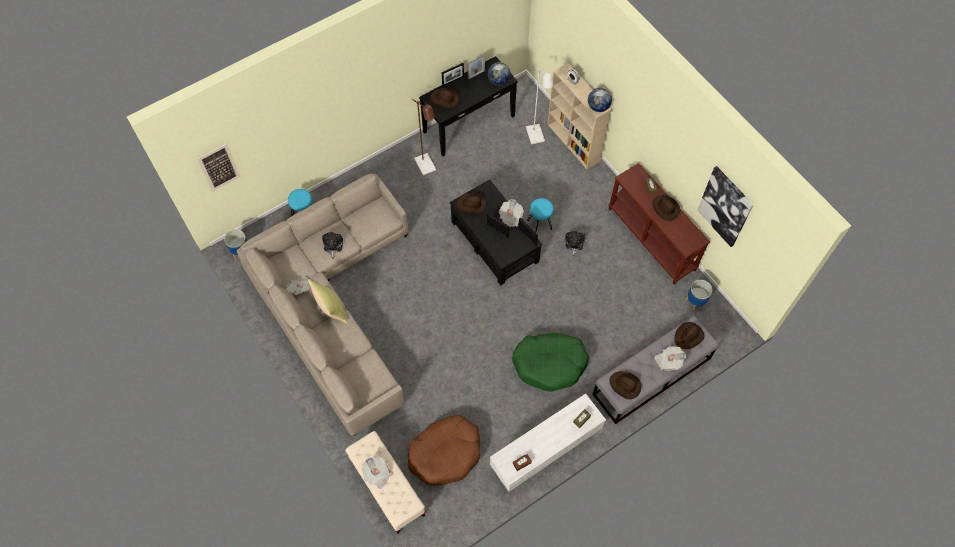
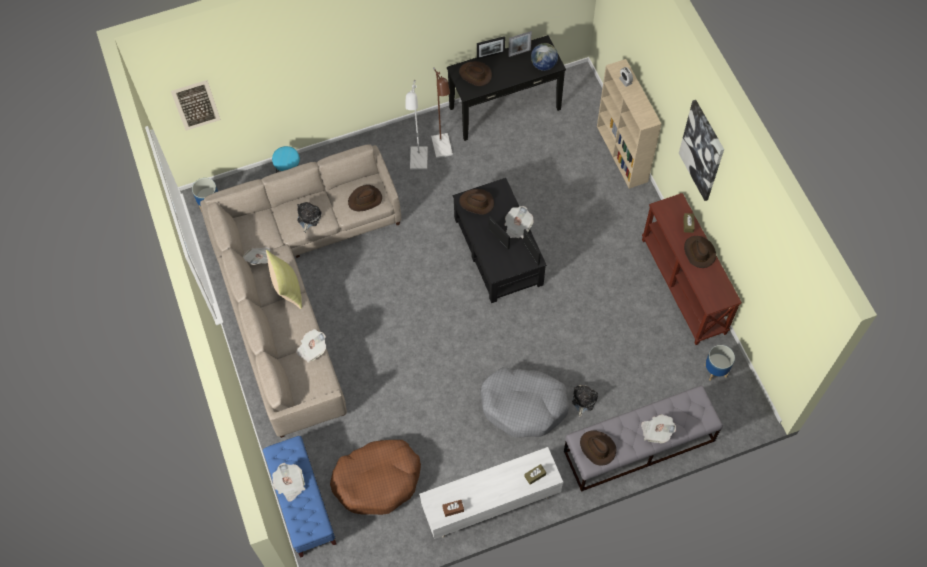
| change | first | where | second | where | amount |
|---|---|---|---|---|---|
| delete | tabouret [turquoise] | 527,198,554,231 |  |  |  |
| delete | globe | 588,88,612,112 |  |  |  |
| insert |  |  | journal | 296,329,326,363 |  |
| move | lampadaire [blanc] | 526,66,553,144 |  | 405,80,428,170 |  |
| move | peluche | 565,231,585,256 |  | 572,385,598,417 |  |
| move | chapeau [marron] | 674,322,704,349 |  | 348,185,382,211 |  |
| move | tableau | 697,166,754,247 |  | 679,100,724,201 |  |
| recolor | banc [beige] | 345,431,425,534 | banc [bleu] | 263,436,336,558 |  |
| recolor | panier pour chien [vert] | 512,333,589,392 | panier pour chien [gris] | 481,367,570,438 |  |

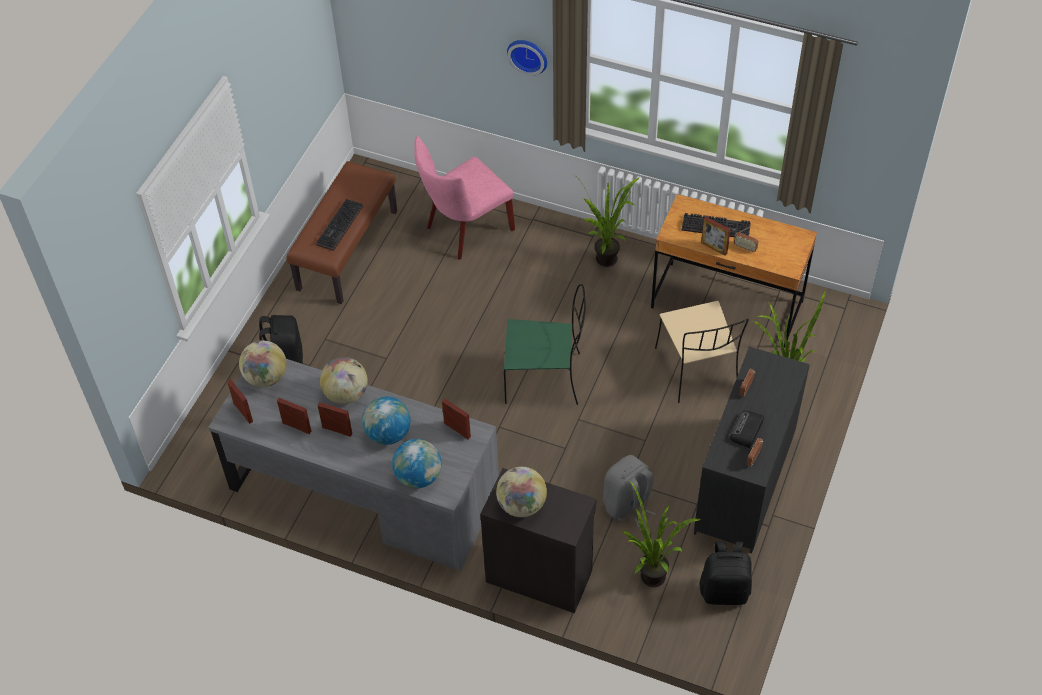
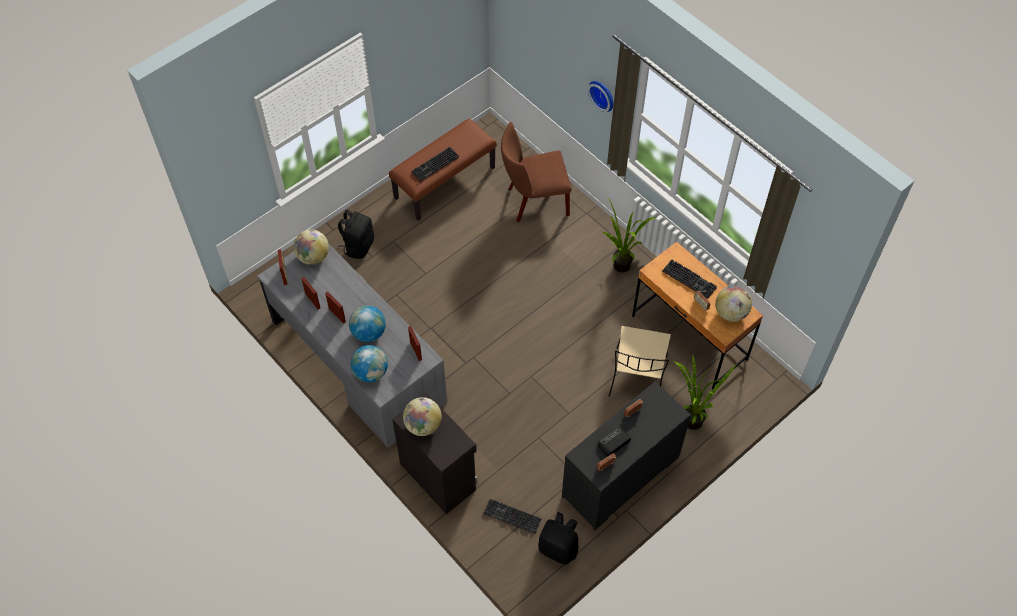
| change | first | where | second | where | amount |
|---|---|---|---|---|---|
| delete | chaise [vert] | 504,284,586,405 |  |  |  |
| delete | sac à dos [gris] | 603,455,656,528 |  |  |  |
| delete | cadre photo | 701,217,731,256 |  |  |  |
| move | globe | 320,357,368,404 |  | 715,286,752,322 |  |
| replace | plante en pot | 622,481,701,587 | clavier | 483,499,541,534 |  |
| recolor | chaise [rose] | 414,136,515,260 | chaise [marron] | 501,122,572,222 |  |

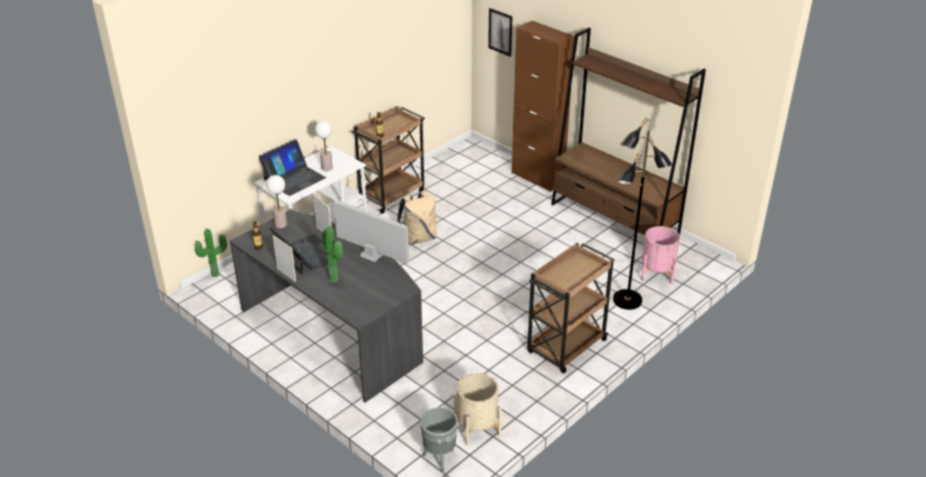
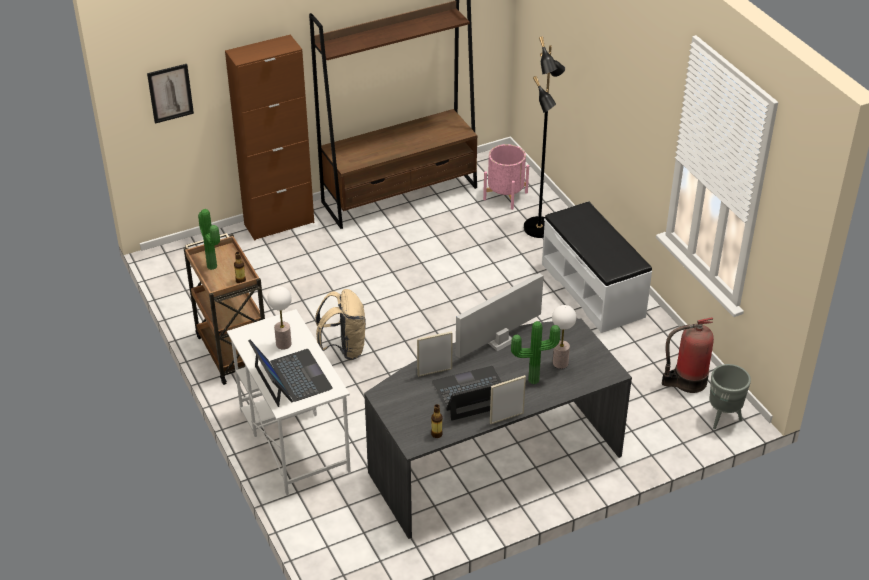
| change | first | where | second | where | amount |
|---|---|---|---|---|---|
| move | plante en pot | 195,229,227,277 |  | 198,209,220,270 |  |
| move | lampe de table | 266,175,287,228 |  | 552,305,576,369 |  |
| replace | cache-pot [beige] | 454,373,502,445 | extincteur | 662,317,714,393 |  |
| replace | chariot [marron] | 527,243,615,374 | banc [blanc] | 542,201,652,333 |  |

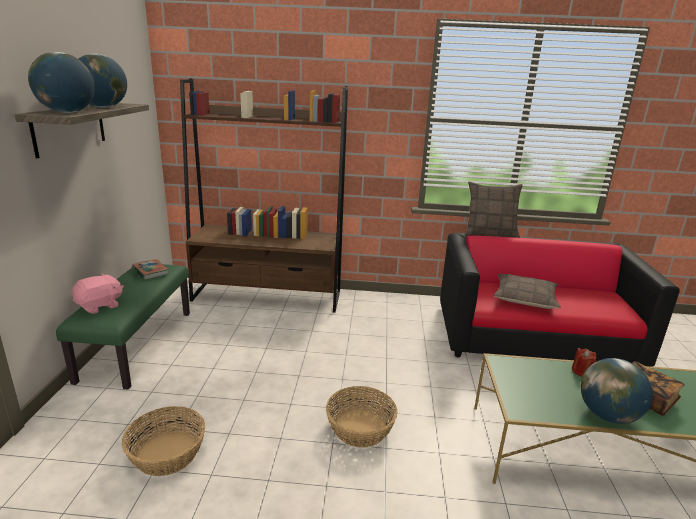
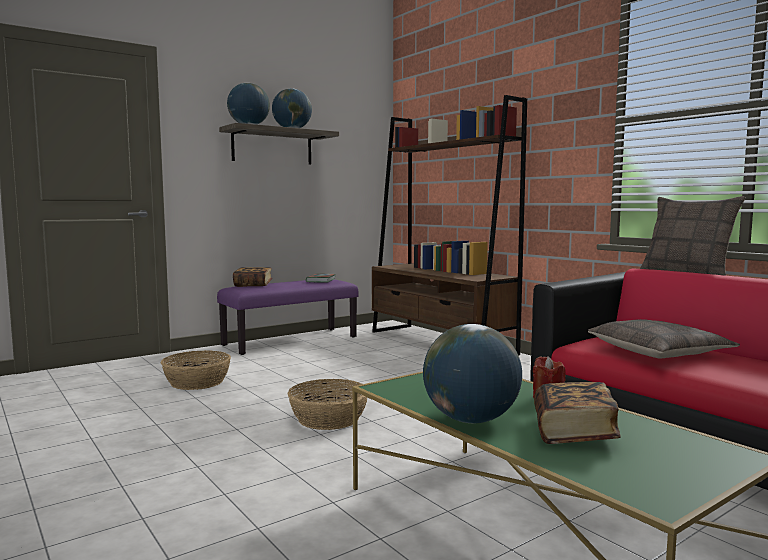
| change | first | where | second | where | amount |
|---|---|---|---|---|---|
| replace | peluche [rose] | 72,273,124,314 | livre | 233,267,273,287 |  |
| recolor | banc [vert] | 56,264,190,390 | banc [violet] | 217,279,359,355 |  |

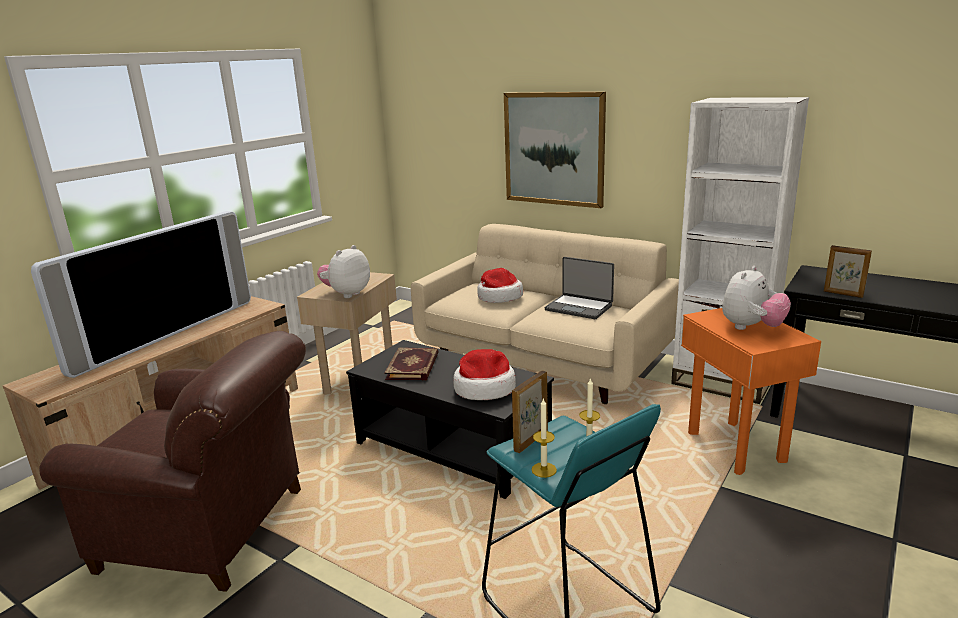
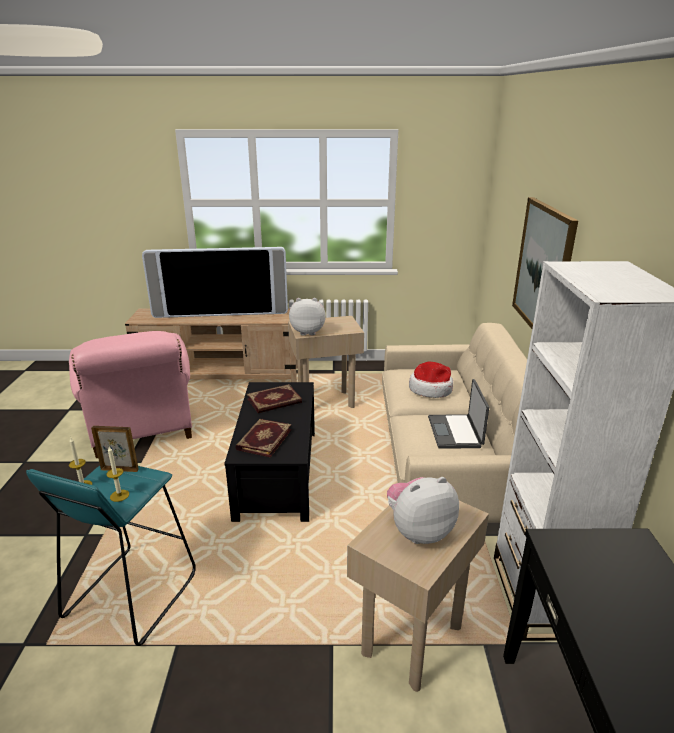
| change | first | where | second | where | amount |
|---|---|---|---|---|---|
| delete | cadre photo | 824,245,872,298 |  |  |  |
| replace | chapeau | 453,349,516,400 | livre | 235,419,292,457 |  |
| recolor | fauteuil [marron] | 39,331,306,592 | fauteuil [rose] | 69,331,192,458 |  |
| recolor | table d'appoint [orange] | 681,308,821,475 | table d'appoint [beige] | 347,501,489,692 |  |
| rotate | peluche | 722,266,791,330 |  | 387,477,459,544 | 150 degrees clockwise |

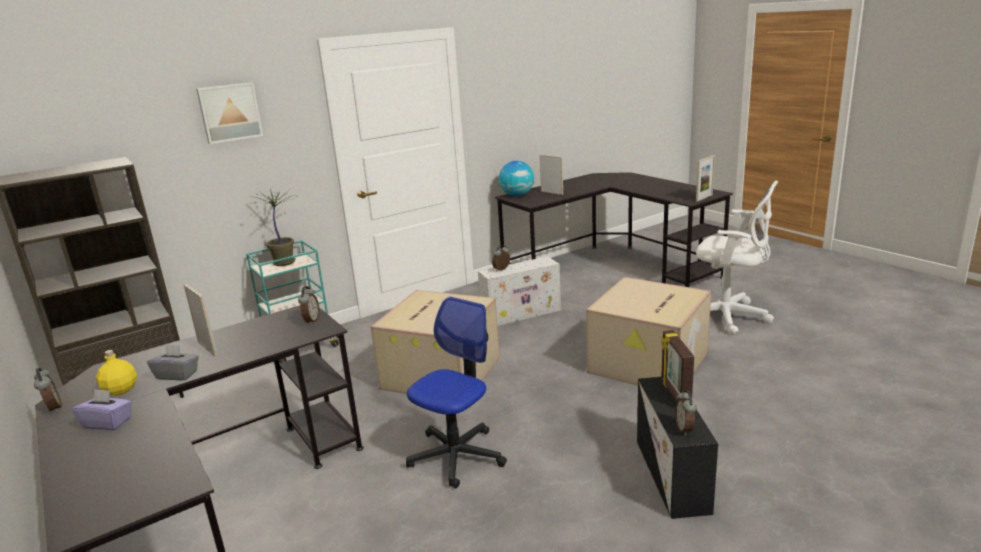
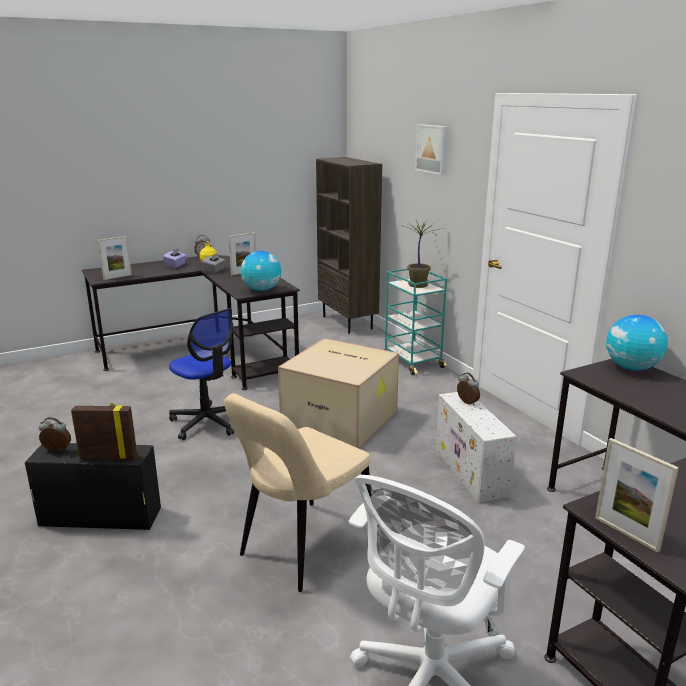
| change | first | where | second | where | amount |
|---|---|---|---|---|---|
| move | cadre photo | 540,155,563,195 |  | 98,236,132,280 |  |
| replace | réveil | 298,286,320,325 | globe | 241,251,281,291 |  |
| replace | carton | 586,277,711,386 | chaise [beige] | 224,393,371,592 |  |

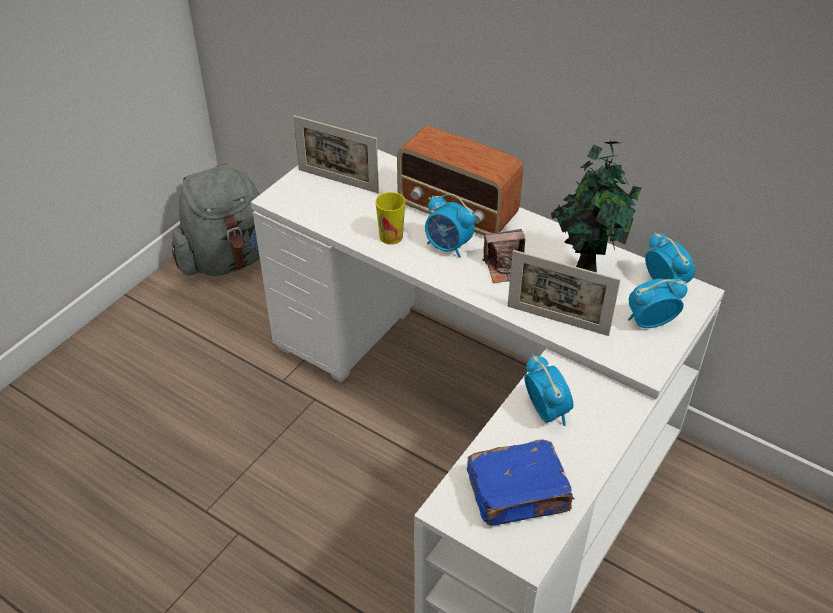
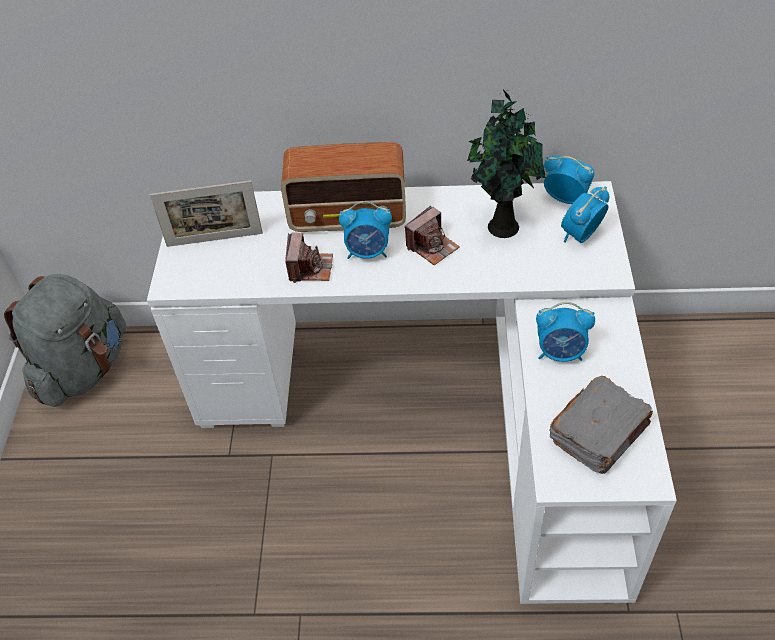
| change | first | where | second | where | amount |
|---|---|---|---|---|---|
| delete | cadre photo | 508,250,621,336 |  |  |  |
| replace | tasse | 375,192,405,245 | appareil photo | 285,232,333,283 |  |
| recolor | livre [bleu] | 467,439,575,526 | livre [gris] | 549,376,653,474 |  |
| rotate | réveil | 524,355,573,426 |  | 536,302,595,362 | 150 degrees clockwise |

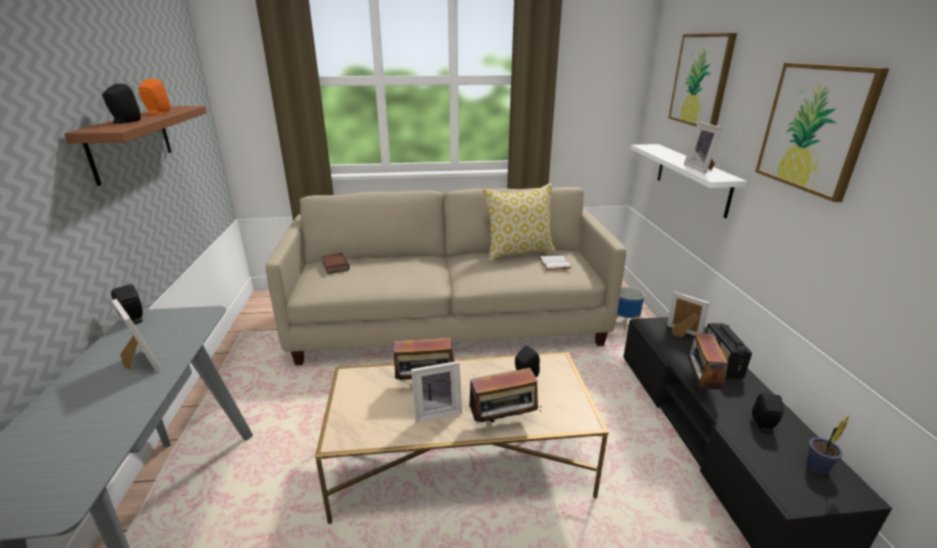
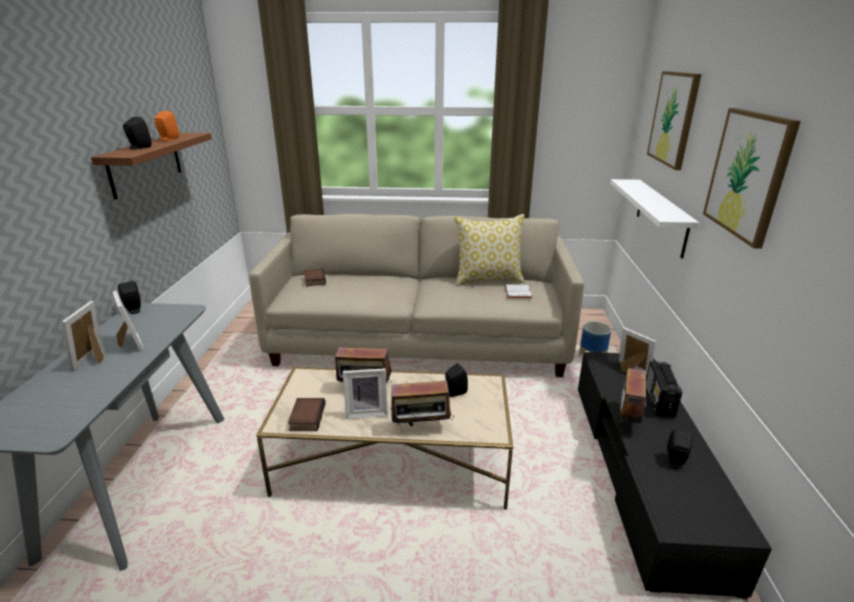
| change | first | where | second | where | amount |
|---|---|---|---|---|---|
| delete | plante en pot | 806,414,850,475 |  |  |  |
| insert |  |  | livre | 288,398,326,431 |  |
| move | cadre photo | 684,122,723,173 |  | 61,301,104,371 |  |

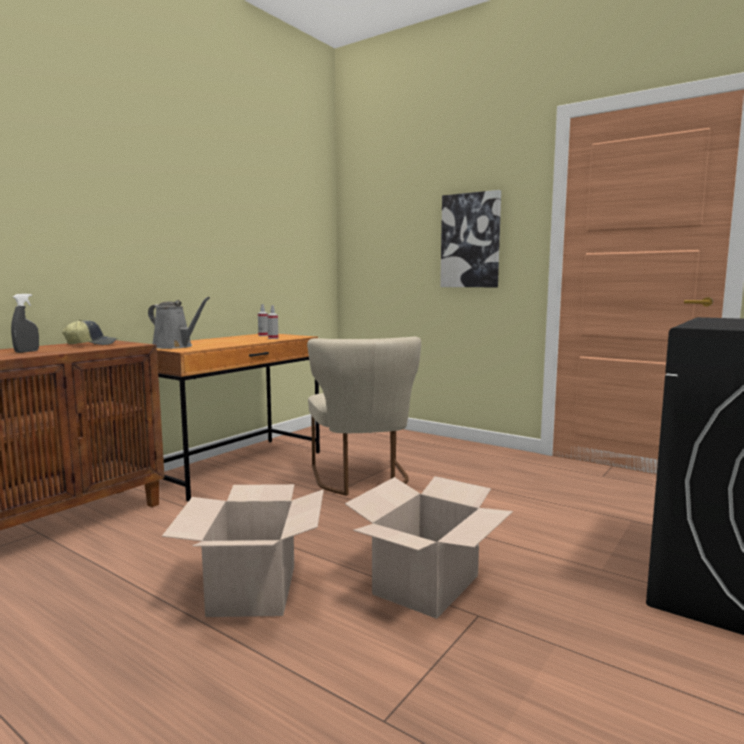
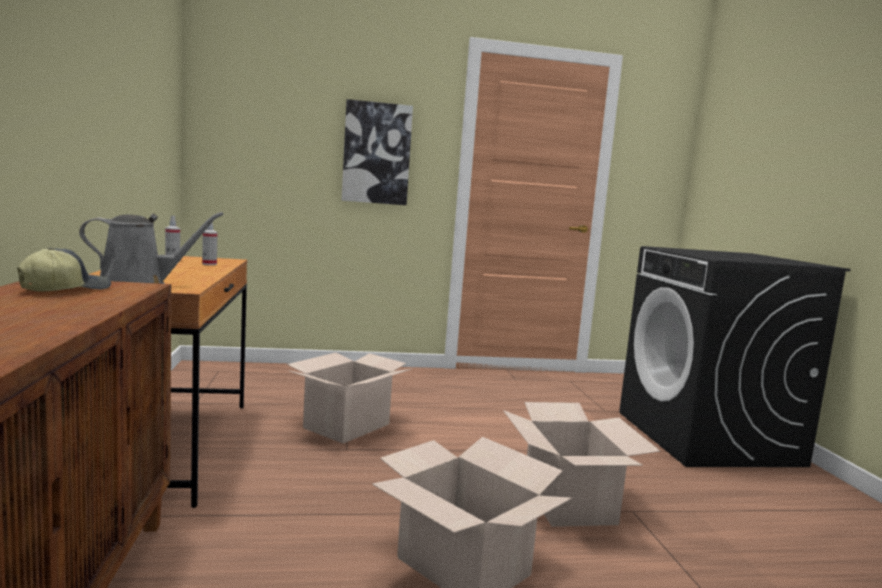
| change | first | where | second | where | amount |
|---|---|---|---|---|---|
| delete | vaporisateur [gris] | 11,294,39,353 |  |  |  |
| replace | chaise [beige] | 307,337,421,496 | carton | 287,353,411,444 |  |

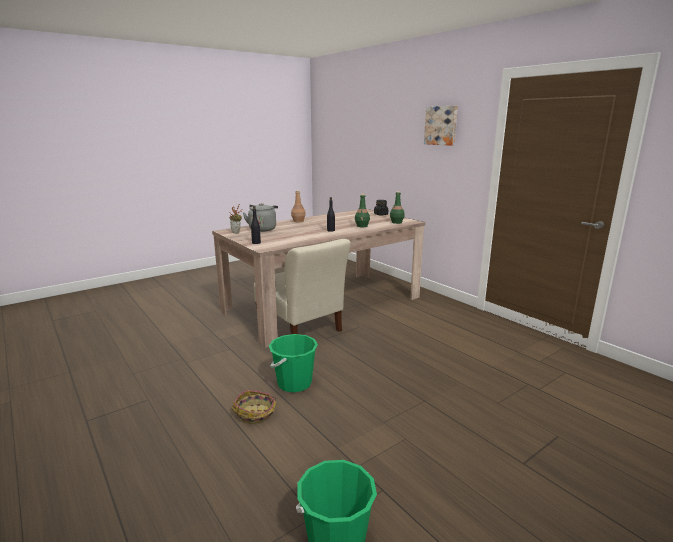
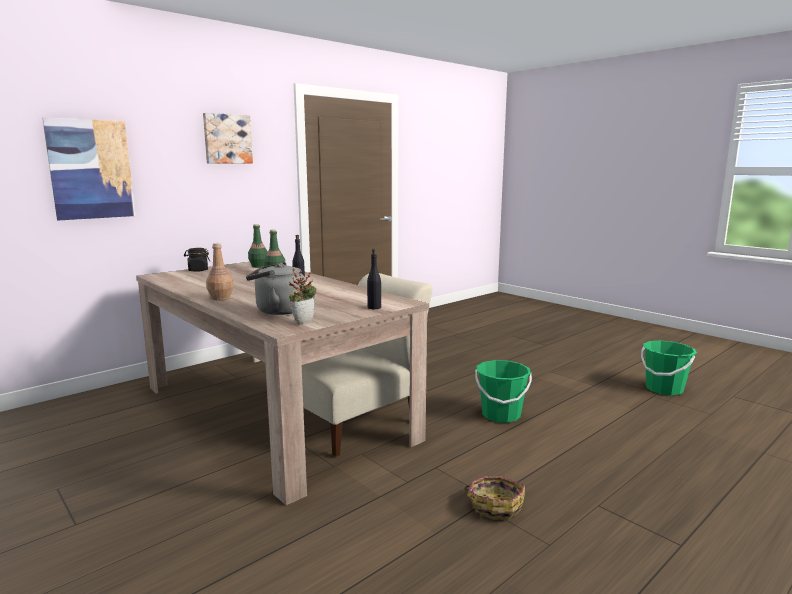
| change | first | where | second | where | amount |
|---|---|---|---|---|---|
| insert |  |  | tableau | 42,117,135,220 |  |
| move | panier | 232,390,277,424 |  | 464,476,525,520 |  |

